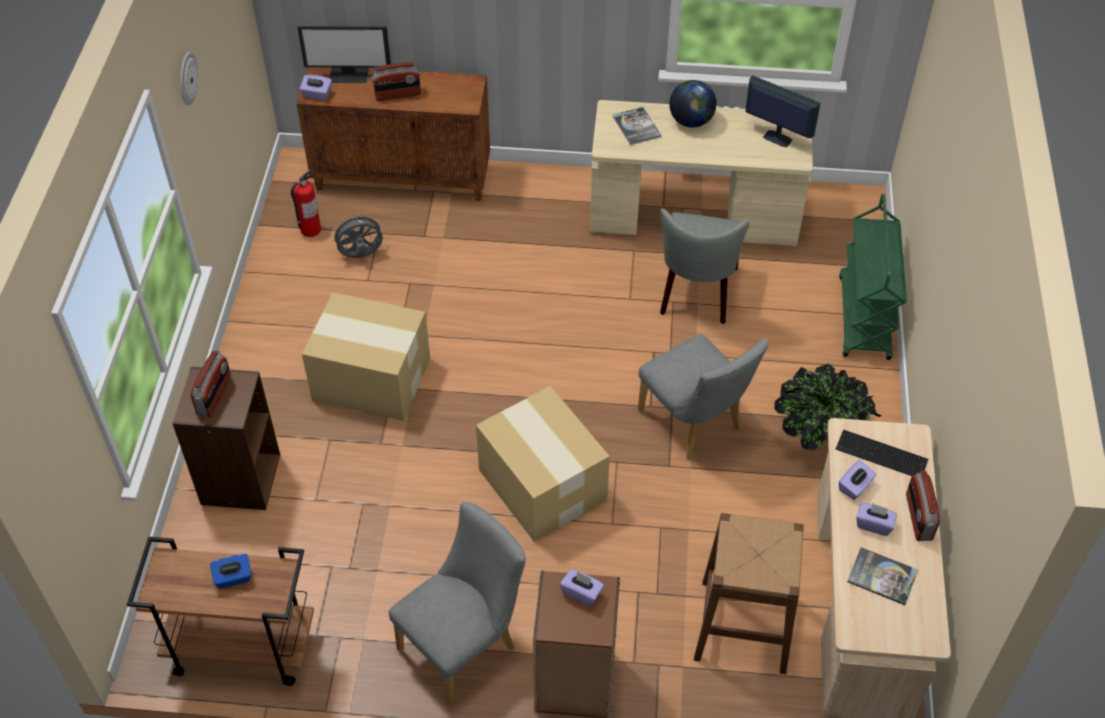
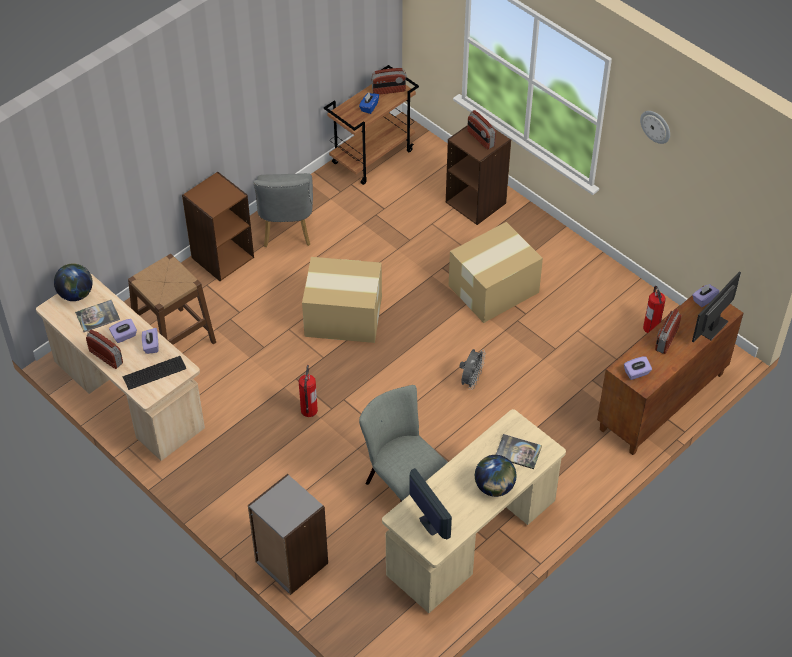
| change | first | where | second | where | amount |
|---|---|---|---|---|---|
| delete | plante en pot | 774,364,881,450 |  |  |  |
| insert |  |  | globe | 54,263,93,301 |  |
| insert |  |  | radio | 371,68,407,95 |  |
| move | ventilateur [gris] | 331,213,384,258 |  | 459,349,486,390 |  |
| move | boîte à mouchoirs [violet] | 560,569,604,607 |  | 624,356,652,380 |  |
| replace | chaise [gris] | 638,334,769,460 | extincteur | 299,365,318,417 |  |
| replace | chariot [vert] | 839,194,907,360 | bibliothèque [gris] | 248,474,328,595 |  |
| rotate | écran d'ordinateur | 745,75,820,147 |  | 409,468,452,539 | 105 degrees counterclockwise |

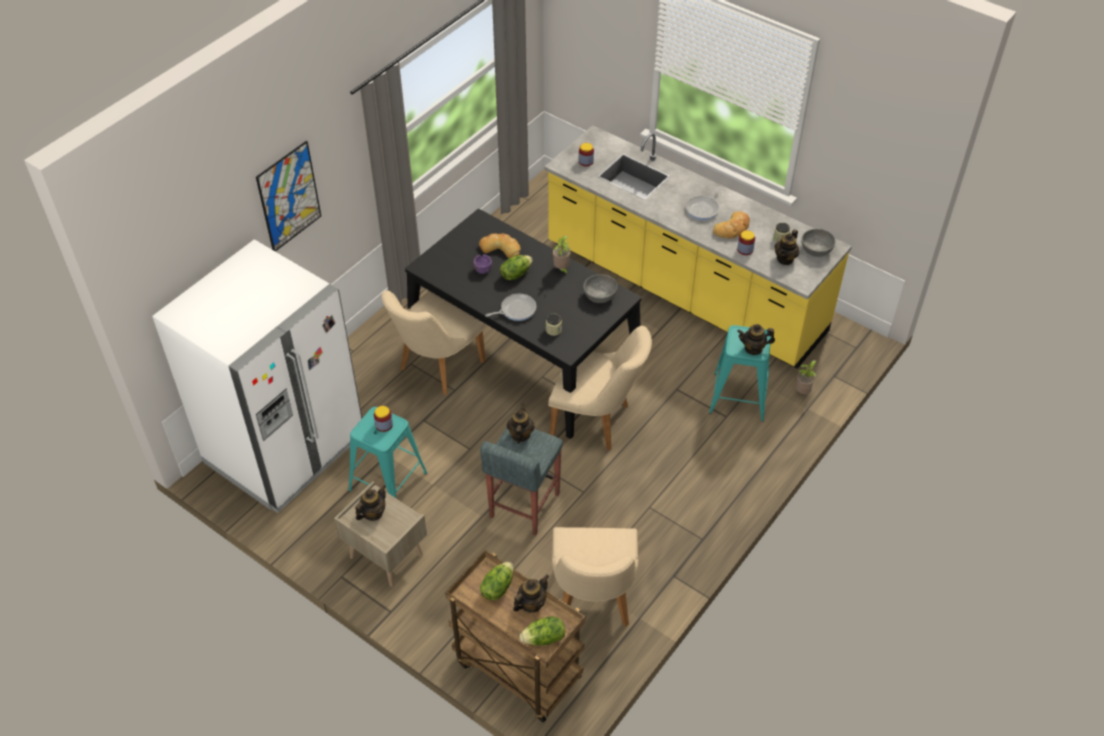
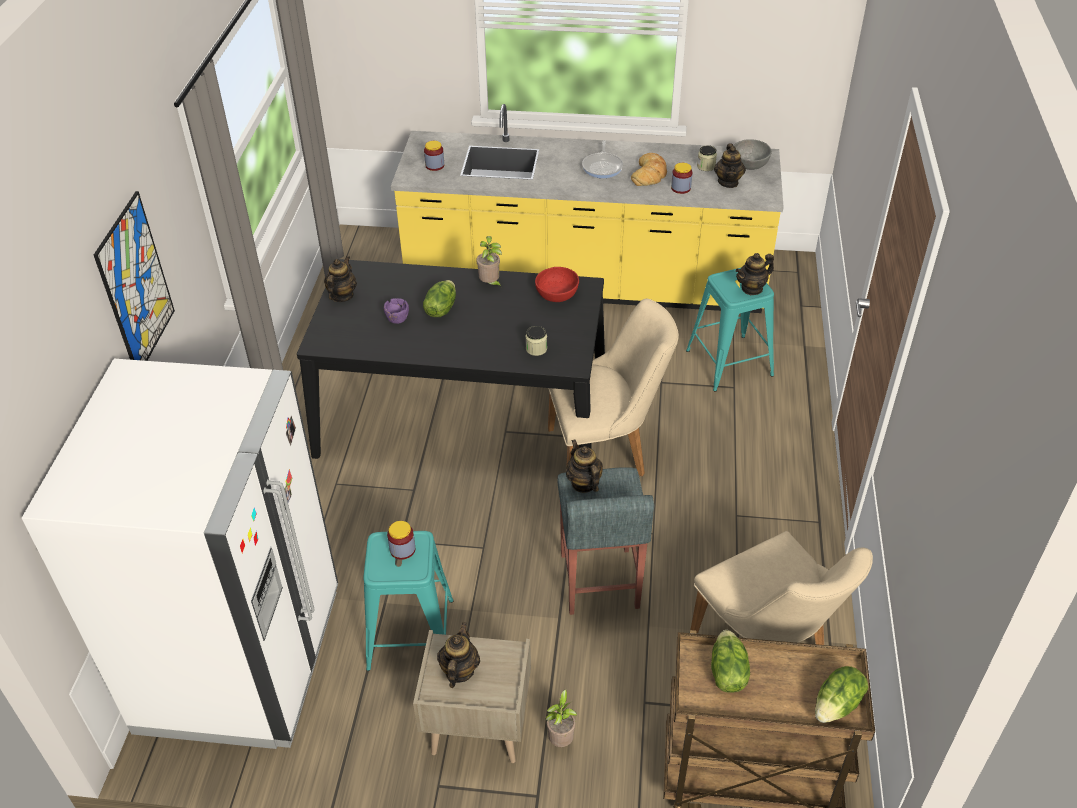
| change | first | where | second | where | amount |
|---|---|---|---|---|---|
| delete | chaise [beige] | 382,291,486,395 |  |  |  |
| delete | pain | 479,233,521,258 |  |  |  |
| delete | poêle | 485,294,536,321 |  |  |  |
| move | théière | 513,575,549,613 |  | 324,256,357,302 |  |
| move | plante en pot | 796,360,817,394 |  | 546,689,577,747 |  |
| recolor | bol [gris] | 584,274,617,303 | bol [rouge] | 535,267,579,302 |  |

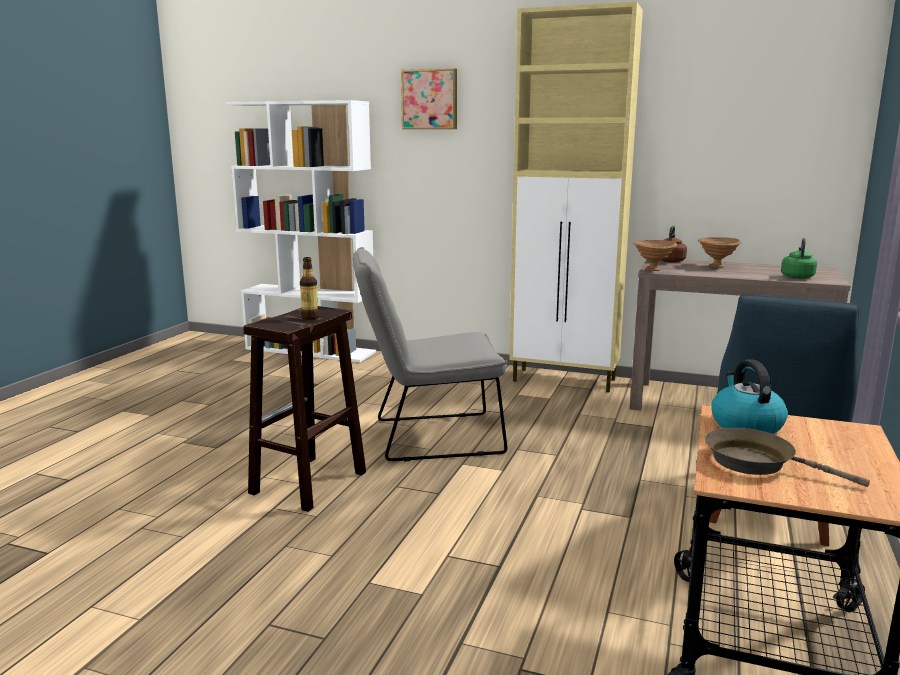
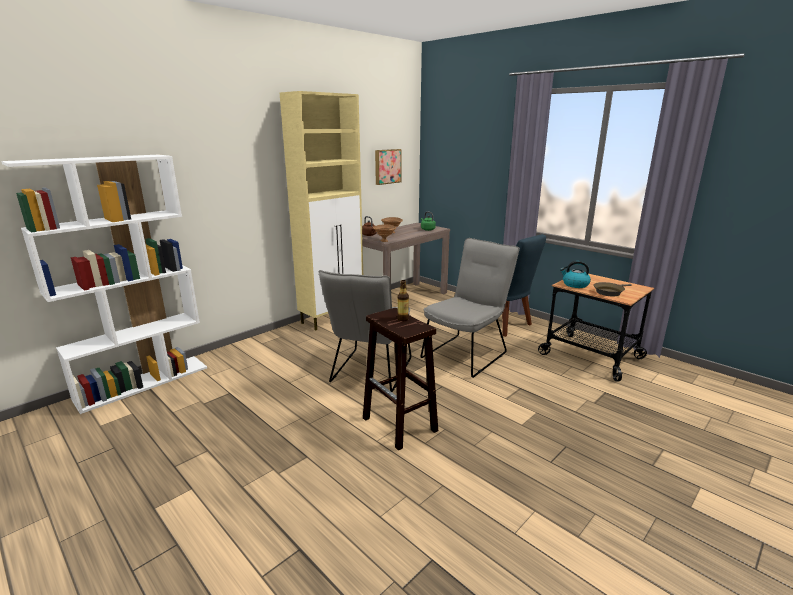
| change | first | where | second | where | amount |
|---|---|---|---|---|---|
| insert |  |  | chaise [gris] | 420,238,520,378 |  |
| move | tableau | 401,68,457,129 |  | 375,149,402,185 |  |

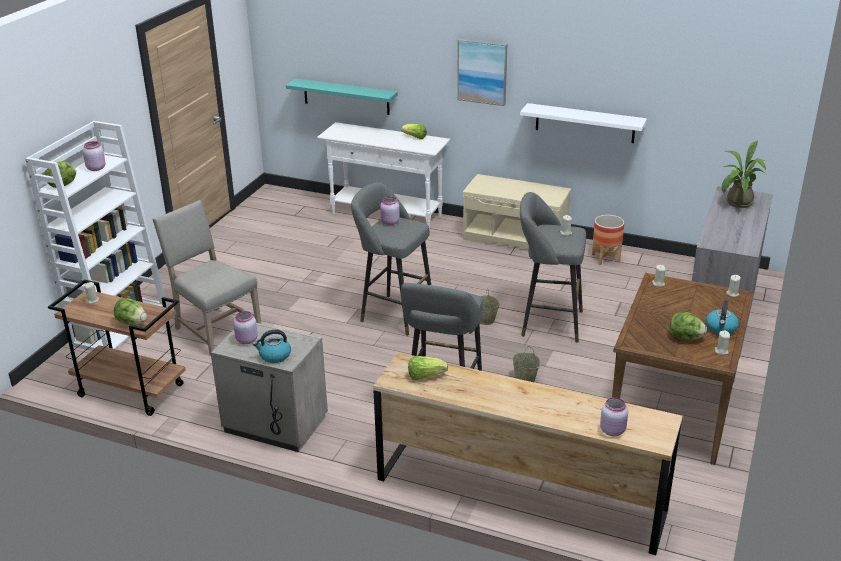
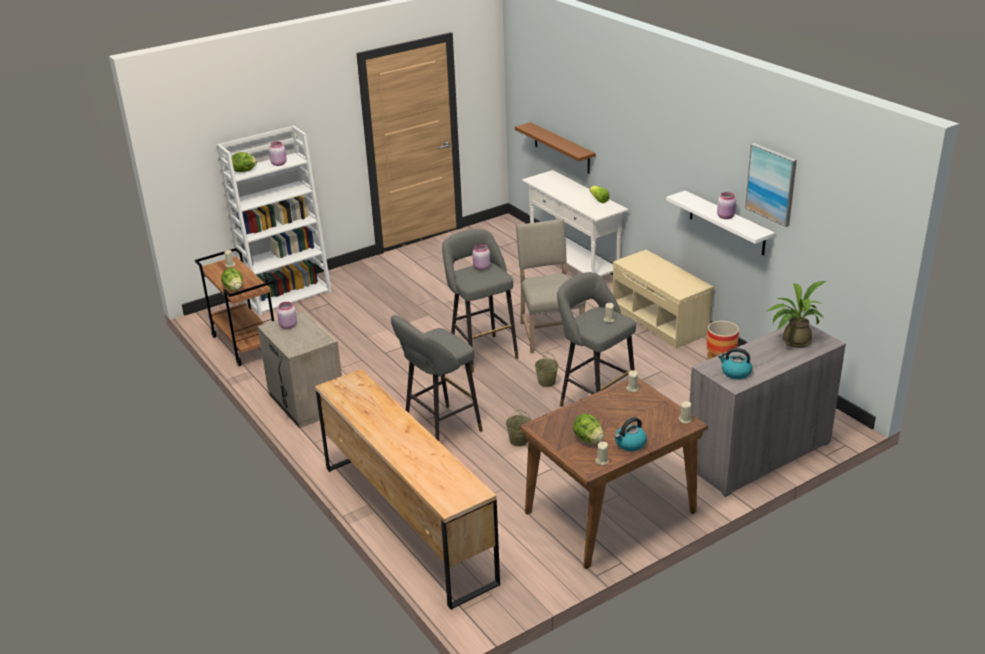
| change | first | where | second | where | amount |
|---|---|---|---|---|---|
| delete | laitue | 408,356,448,380 |  |  |  |
| move | chaise [beige] | 152,200,261,356 |  | 516,219,586,354 |  |
| move | bouilloire | 253,329,291,363 |  | 718,348,752,379 |  |
| move | tableau | 457,39,507,106 |  | 745,143,797,227 |  |
| move | bocal [rose] | 600,397,628,436 |  | 717,192,736,219 |  |
| recolor | étagère [turquoise] | 286,79,398,115 | étagère [marron] | 515,122,596,174 |  |

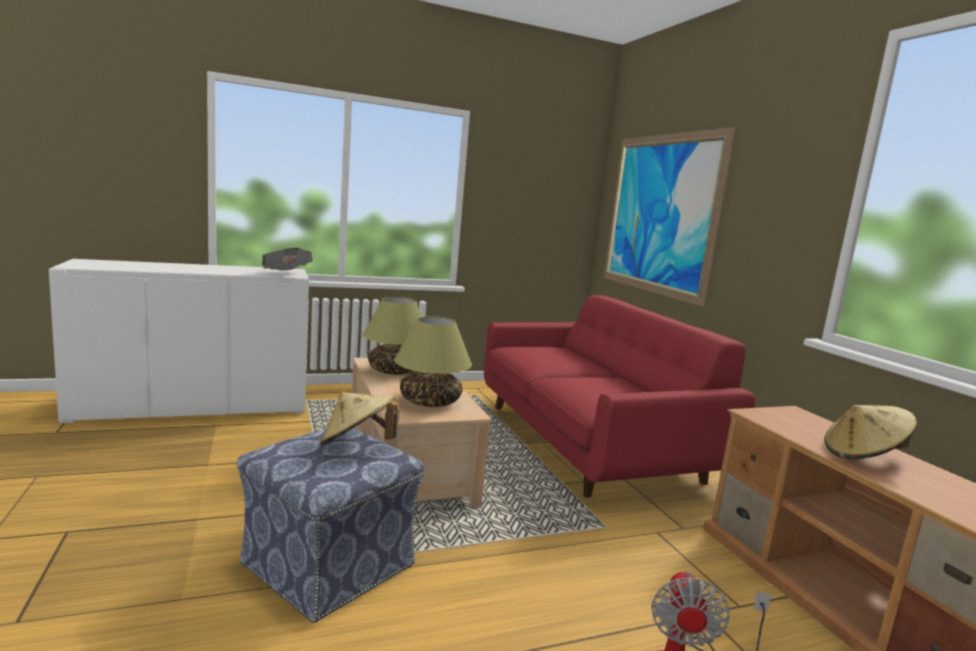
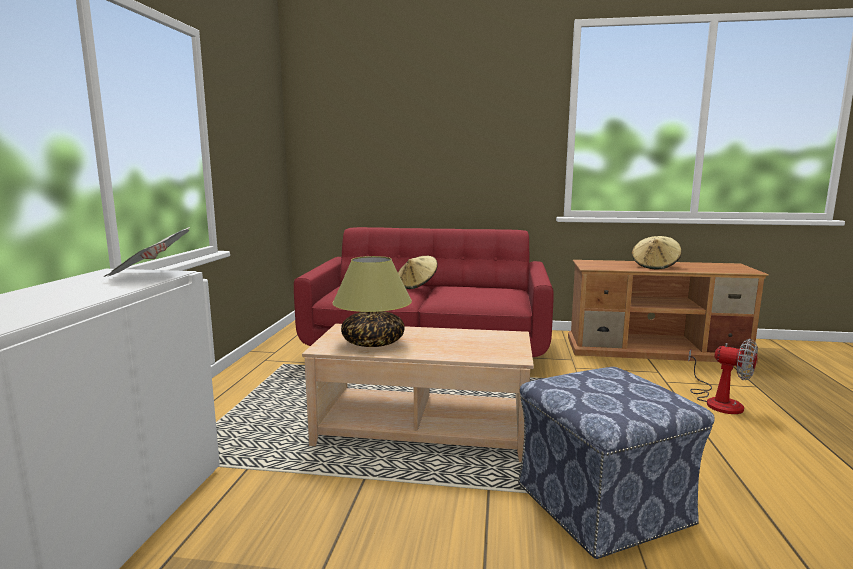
| change | first | where | second | where | amount |
|---|---|---|---|---|---|
| delete | lampe de table | 394,316,472,407 |  |  |  |
| delete | tableau | 604,127,736,307 |  |  |  |
| move | chapeau [beige] | 321,392,399,446 |  | 398,256,438,289 |  |

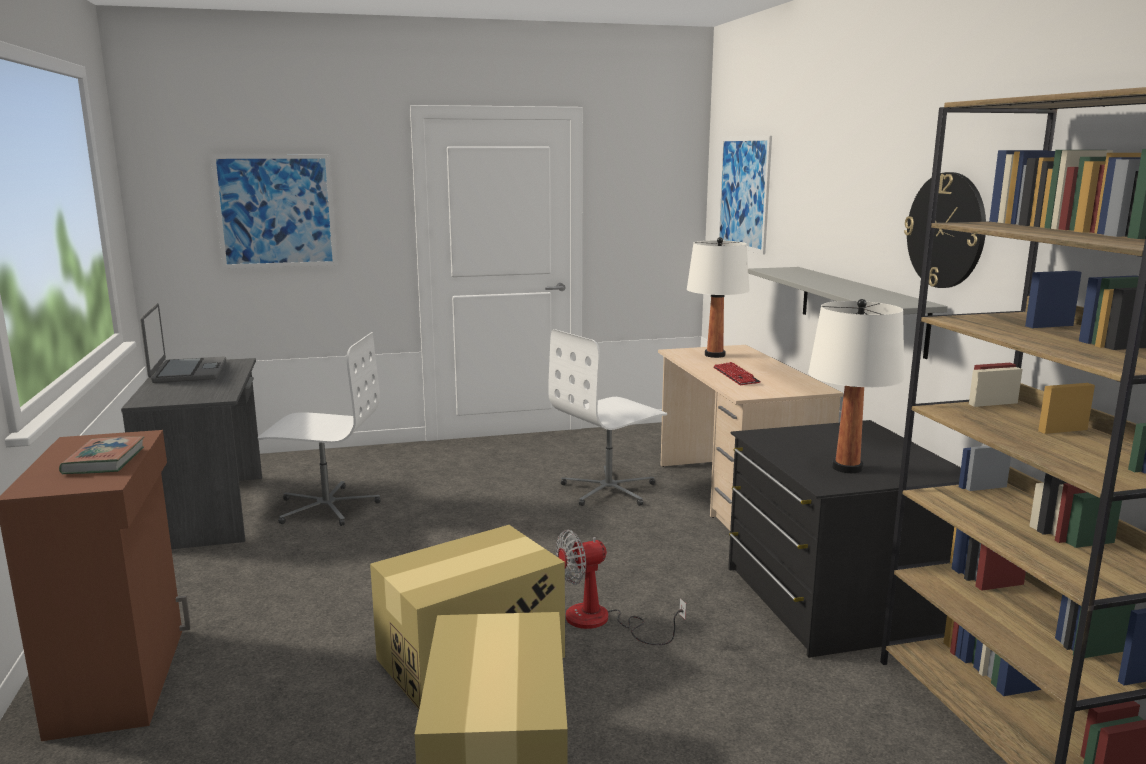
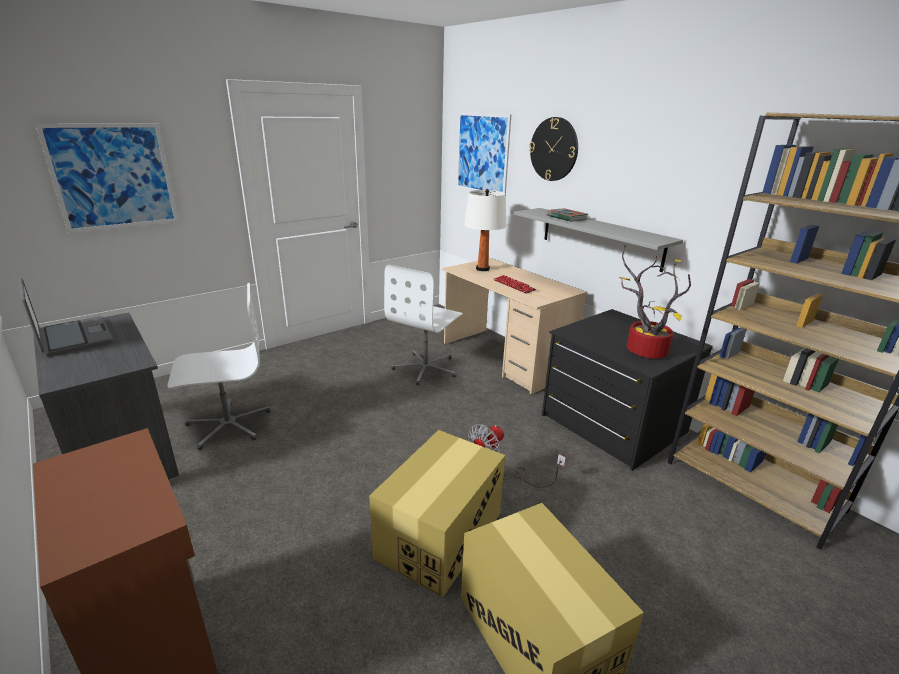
| change | first | where | second | where | amount |
|---|---|---|---|---|---|
| move | livre | 59,436,144,474 |  | 546,208,588,222 |  |
| move | horloge murale | 904,172,986,288 |  | 529,117,578,181 |  |
| replace | lampe de table [blanc] | 808,299,904,473 | plante en pot | 619,245,691,358 |  |

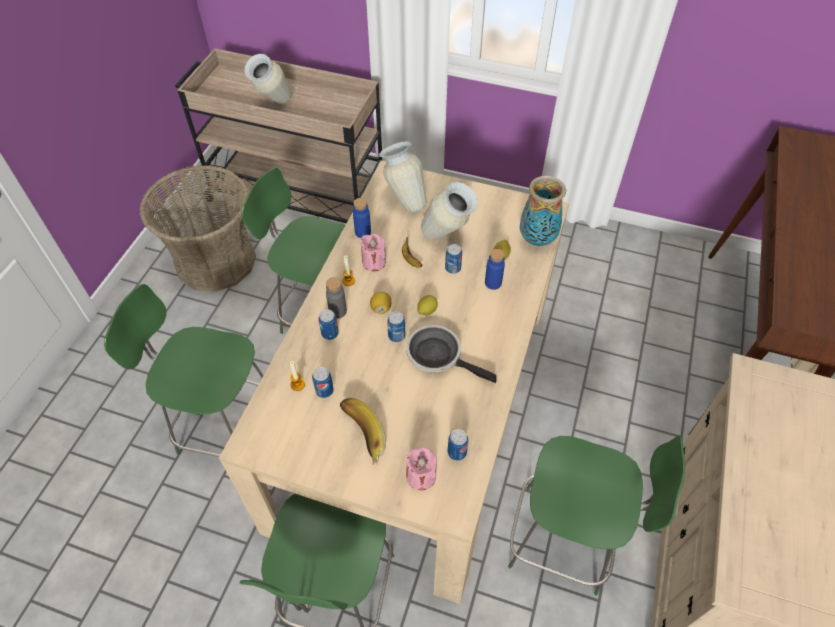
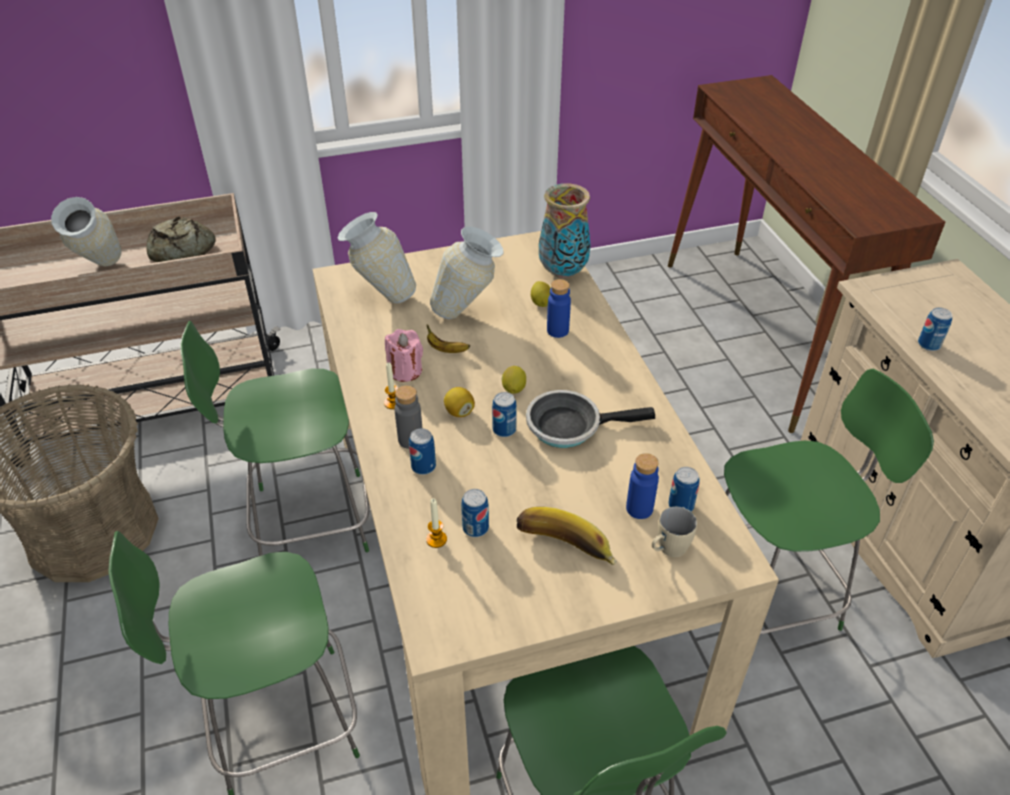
| change | first | where | second | where | amount |
|---|---|---|---|---|---|
| insert |  |  | pain | 146,216,216,262 |  |
| move | bouteille [bleu] | 353,198,371,238 |  | 626,453,659,519 |  |
| move | boîte métallique | 445,244,462,274 |  | 918,307,952,351 |  |
| replace | bougie [rose] | 406,447,437,490 | mug [beige] | 652,507,697,557 |  |

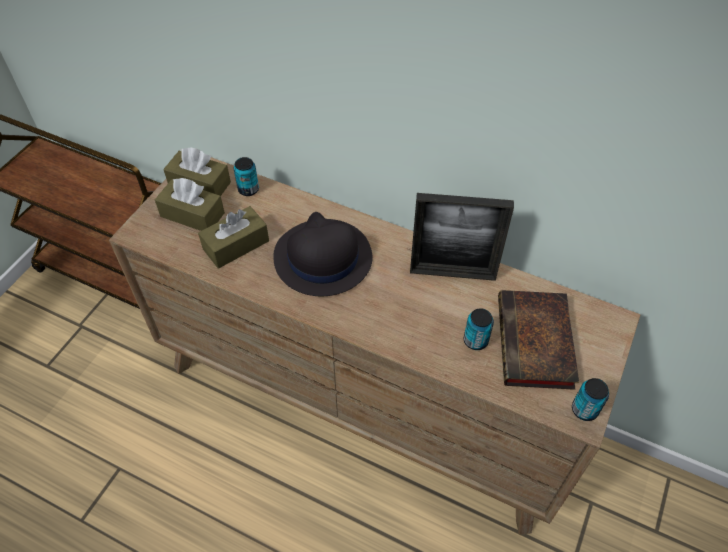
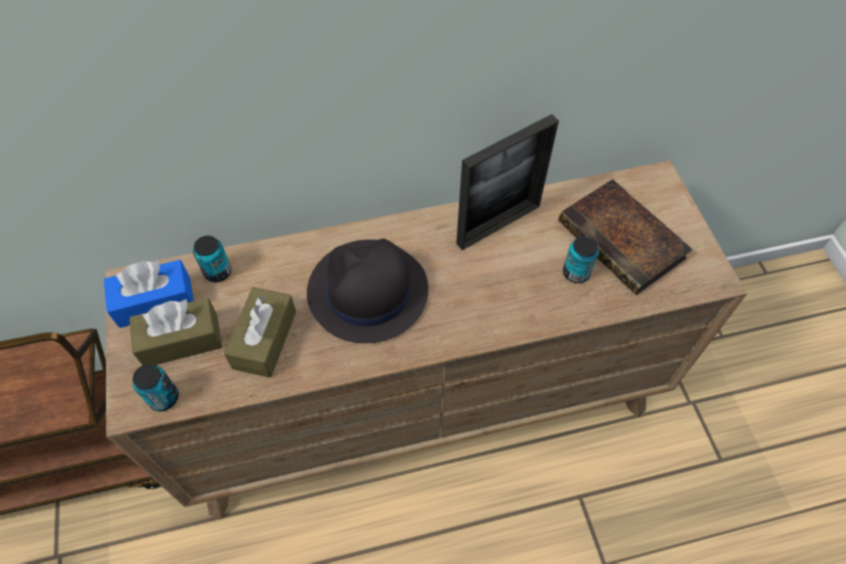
| change | first | where | second | where | amount |
|---|---|---|---|---|---|
| move | boîte métallique | 572,378,609,421 |  | 133,364,179,411 |  |
| recolor | boîte à mouchoirs [marron] | 163,147,231,196 | boîte à mouchoirs [bleu] | 104,260,194,328 |  |

